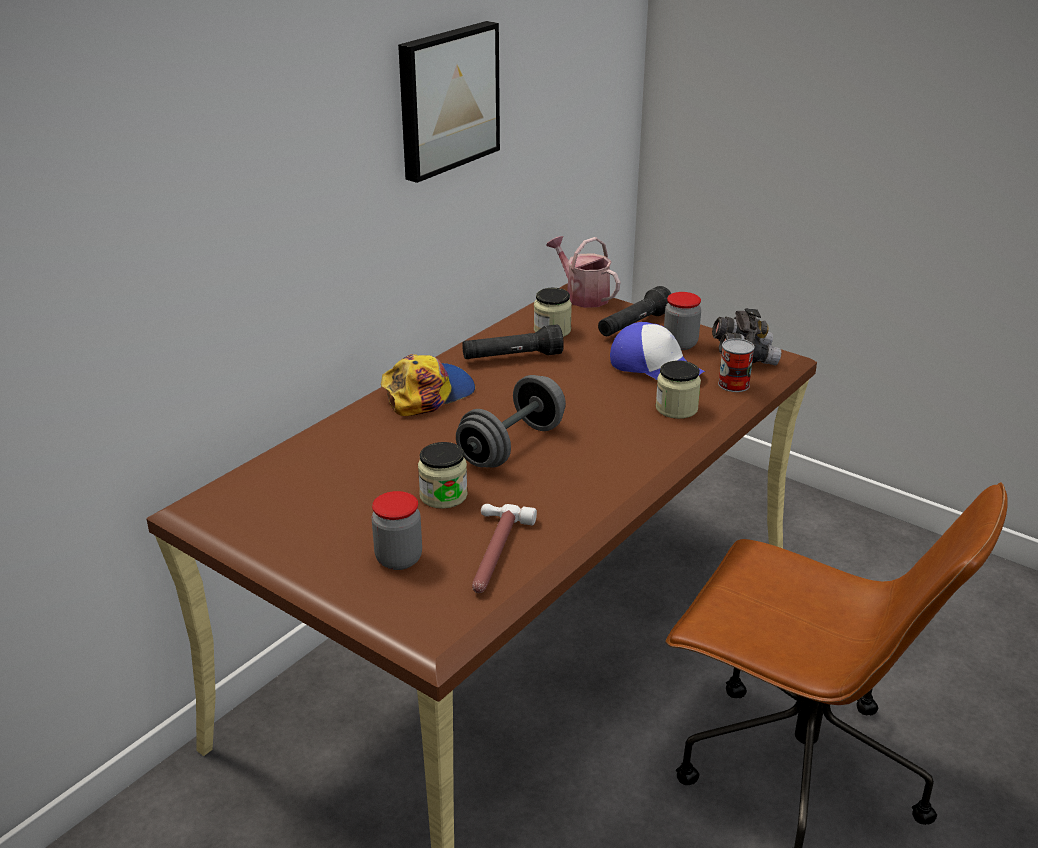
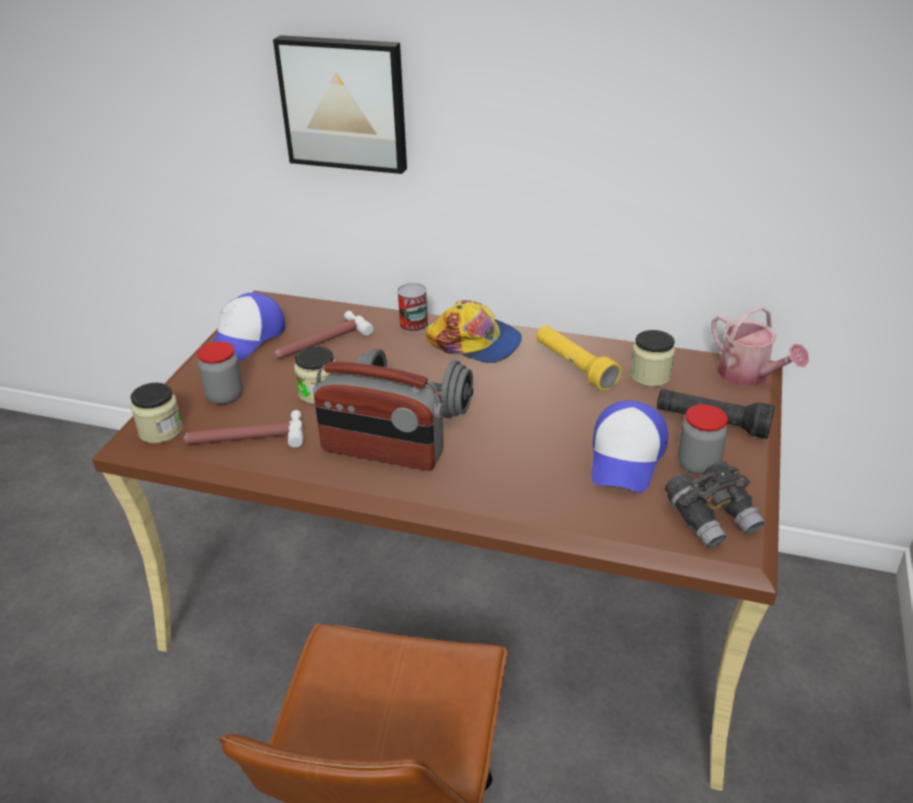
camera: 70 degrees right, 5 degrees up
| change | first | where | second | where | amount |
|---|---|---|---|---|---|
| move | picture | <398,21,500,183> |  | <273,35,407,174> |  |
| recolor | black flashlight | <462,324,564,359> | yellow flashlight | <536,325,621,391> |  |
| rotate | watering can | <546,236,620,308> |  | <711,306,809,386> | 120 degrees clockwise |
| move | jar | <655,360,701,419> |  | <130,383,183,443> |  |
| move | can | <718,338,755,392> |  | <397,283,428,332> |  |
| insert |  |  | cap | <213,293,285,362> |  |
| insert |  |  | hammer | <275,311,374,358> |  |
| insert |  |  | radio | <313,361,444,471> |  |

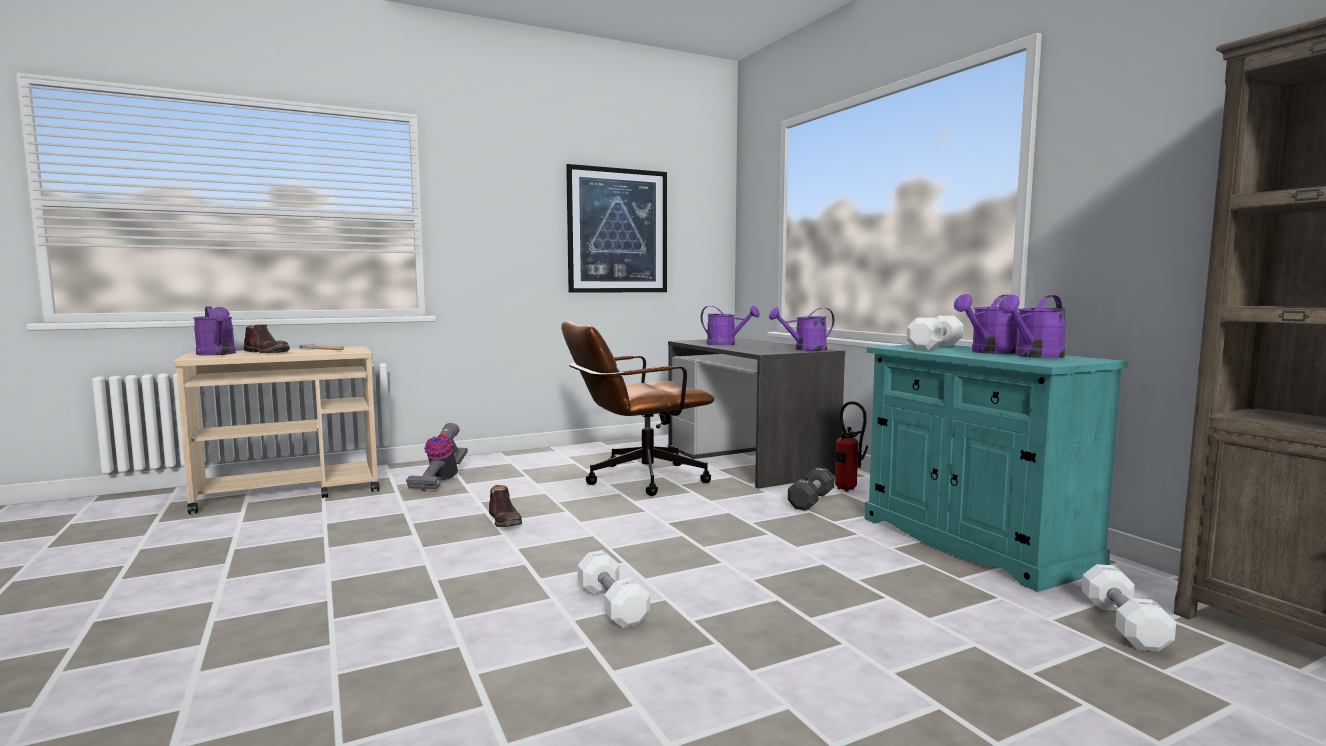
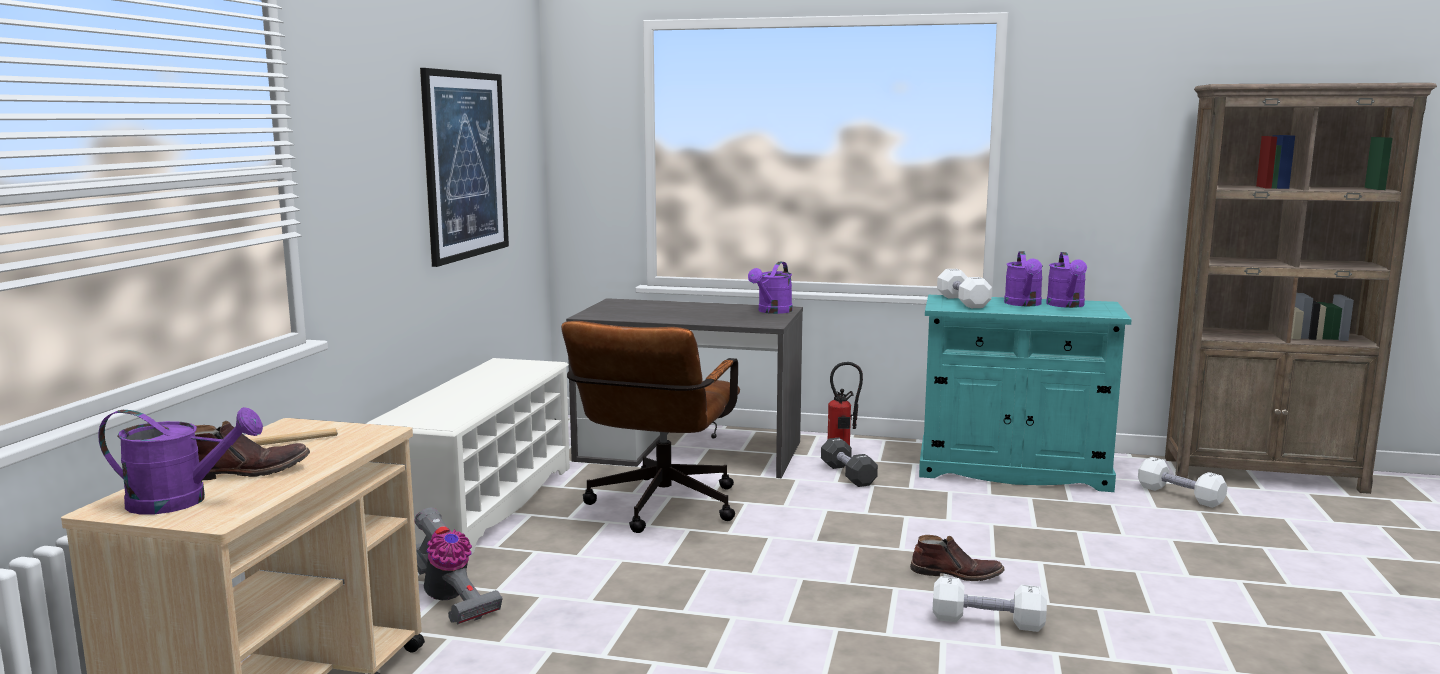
camera: 50 degrees left, 5 degrees up
| change | first | where | second | where | amount |
|---|---|---|---|---|---|
| move | brown boot | <489,485,522,527> |  | <910,535,1005,581> |  |
| delete | purple watering can | <701,306,760,345> |  |  |  |
| insert |  |  | white shoe rack | <365,358,570,557> |  |

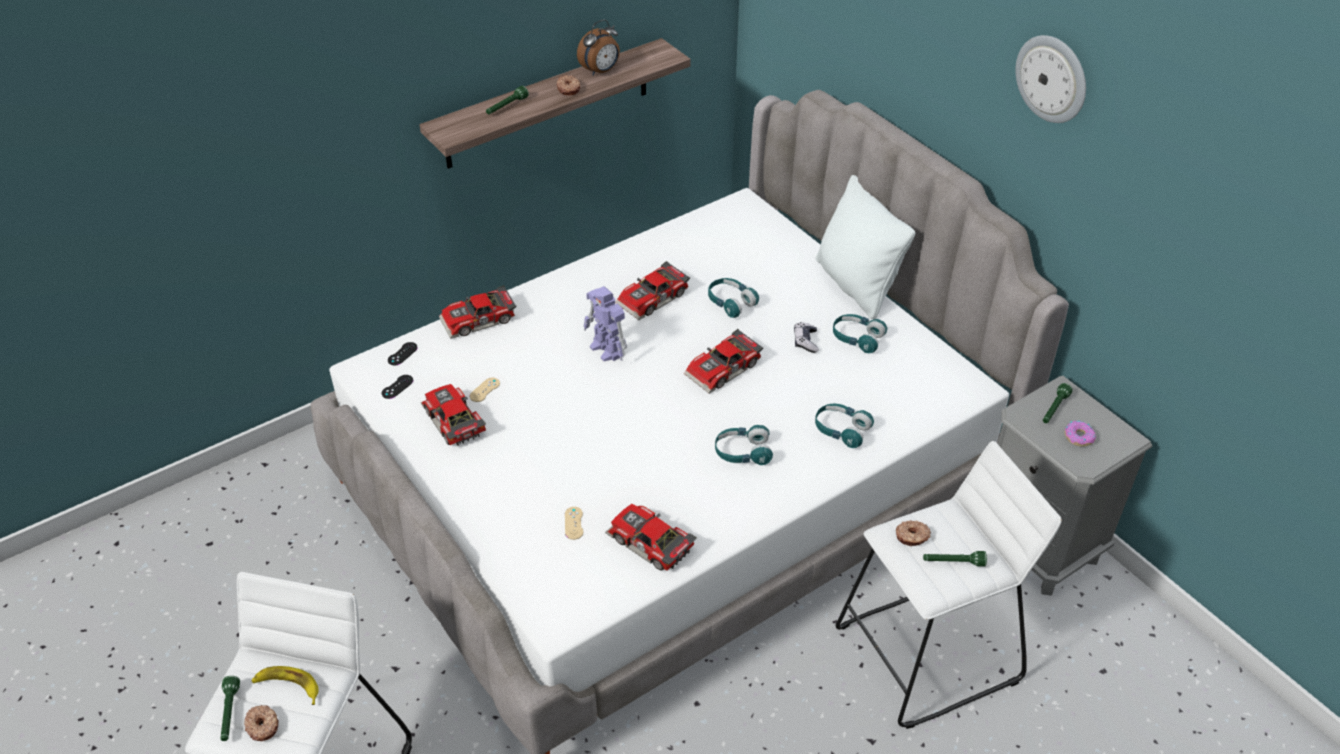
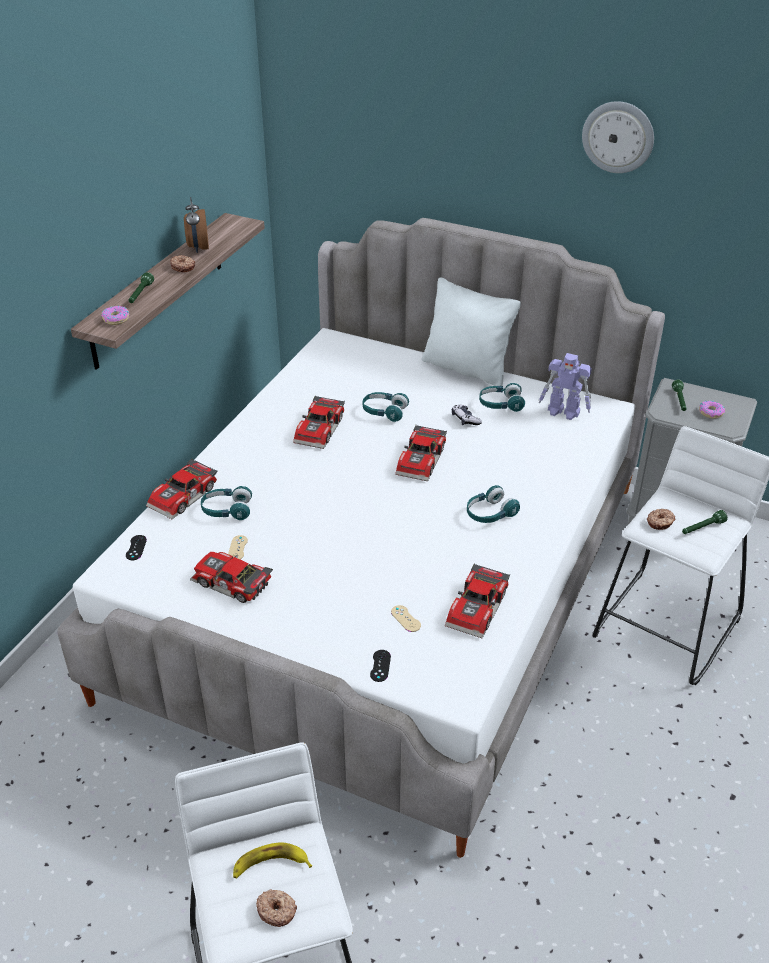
camera: 30 degrees left, 5 degrees down
| change | first | where | second | where | amount |
|---|---|---|---|---|---|
| delete | green flashlight | <221,676,240,741> |  |  |  |
| move | black game controller | <382,375,413,399> |  | <370,650,391,682> |  |
| rotate | alarm clock | <577,19,620,76> |  | <184,197,209,253> | 150 degrees clockwise |
| move | toy robot | <583,286,627,361> |  | <539,353,592,420> |  |
| rotate | toy car | <605,504,697,570> |  | <445,563,510,638> | 75 degrees counterclockwise |
| move | turquoise headphones | <815,404,874,448> |  | <201,486,252,520> |  |
| insert |  |  | donut | <101,306,129,325> |  |

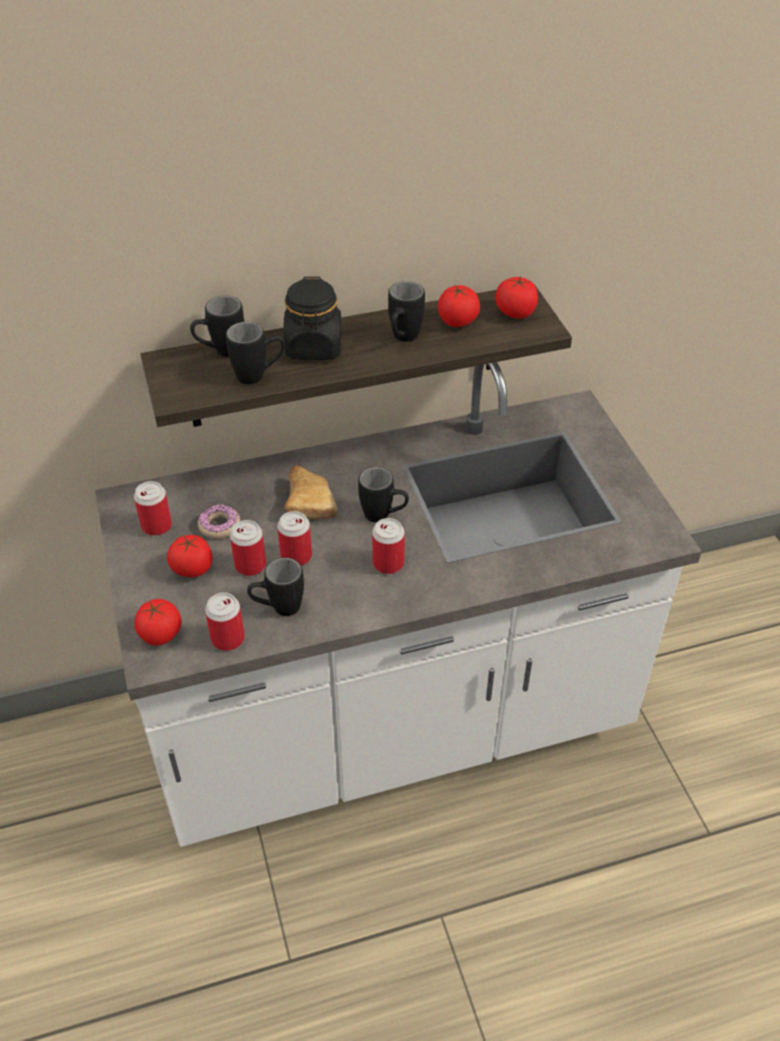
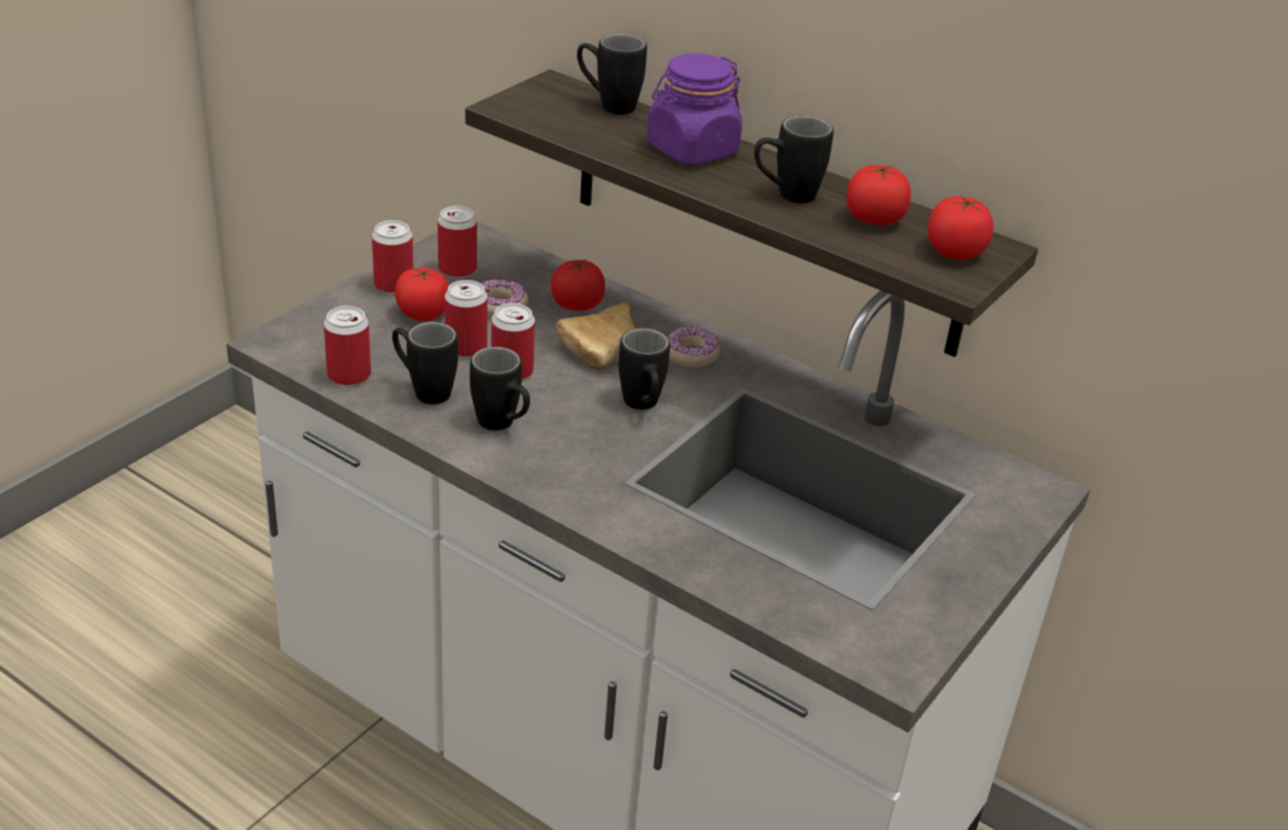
camera: 50 degrees right, 10 degrees down
| change | first | where | second | where | amount |
|---|---|---|---|---|---|
| move | tomato | <134,599,182,646> |  | <551,259,605,311> |  |
| move | black mug | <226,322,285,384> |  | <470,347,530,431> |  |
| recolor | black jar | <283,277,342,360> | purple jar | <646,53,742,165> |  |
| move | can | <372,518,405,574> |  | <372,220,413,293> |  |
| insert |  |  | donut | <667,326,719,368> |  |

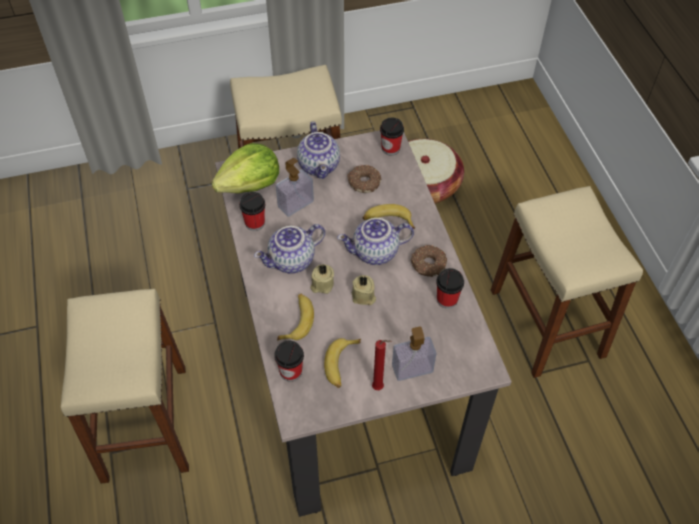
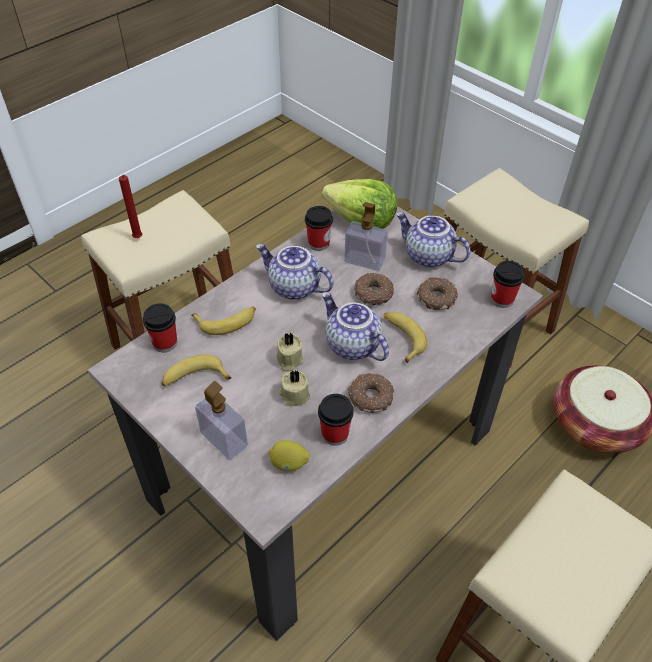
camera: 60 degrees right, 5 degrees down
| change | first | where | second | where | amount |
|---|---|---|---|---|---|
| rotate | teapot | <297,122,340,179> |  | <396,212,470,268> | 75 degrees clockwise |
| move | beige candle | <310,264,334,294> |  | <279,370,310,406> |  |
| move | red candle | <372,340,392,390> |  | <119,174,142,238> |  |
| insert |  |  | lemon | <269,440,310,472> |  |
| insert |  |  | donut | <354,273,394,305> |  |

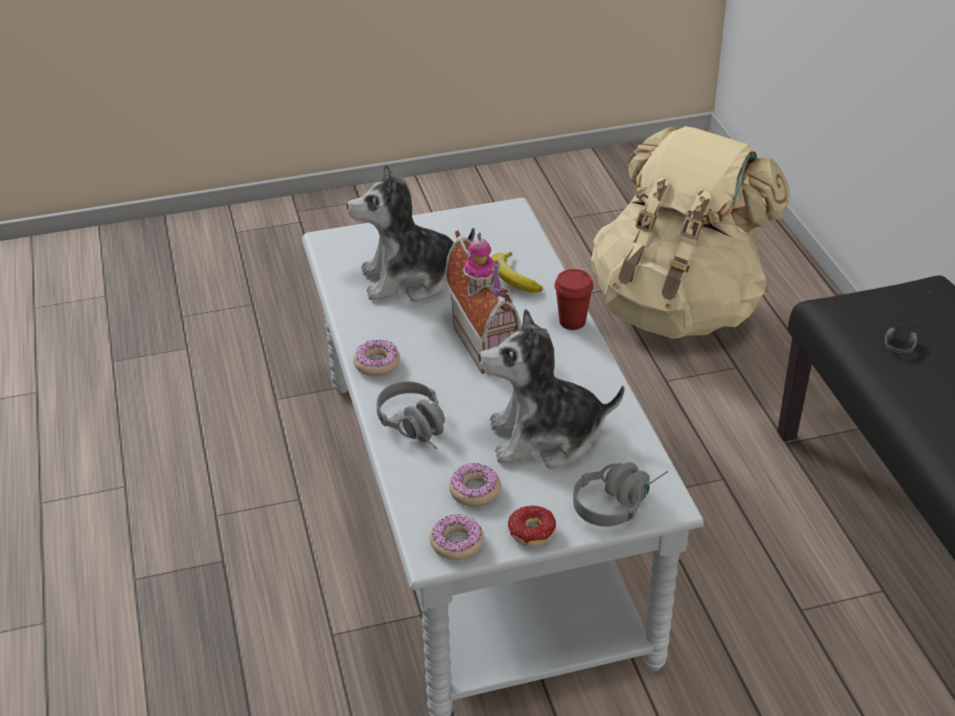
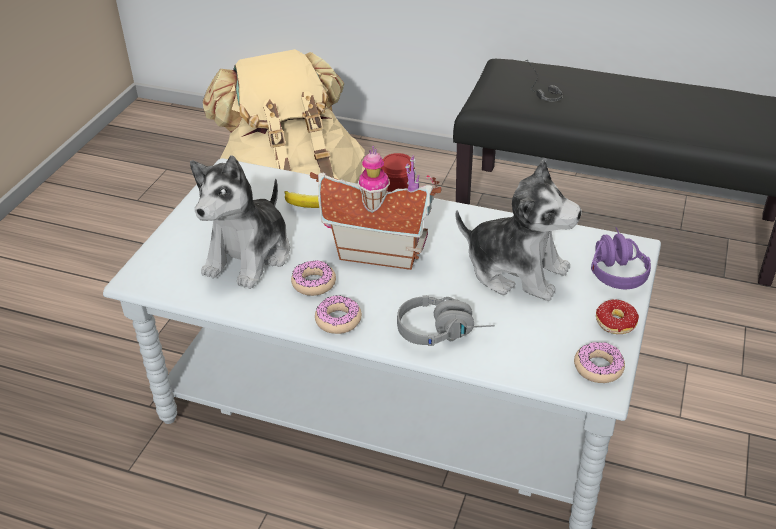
camera: 55 degrees left, 0 degrees up
| change | first | where | second | where | amount |
|---|---|---|---|---|---|
| move | donut | <449,463,501,507> |  | <291,260,336,296> |  |
| rotate | plush toy | <479,308,625,469> |  | <455,159,582,301> | 90 degrees counterclockwise |
| recolor | grey headphones | <573,462,668,527> | purple headphones | <591,227,651,289> |  |

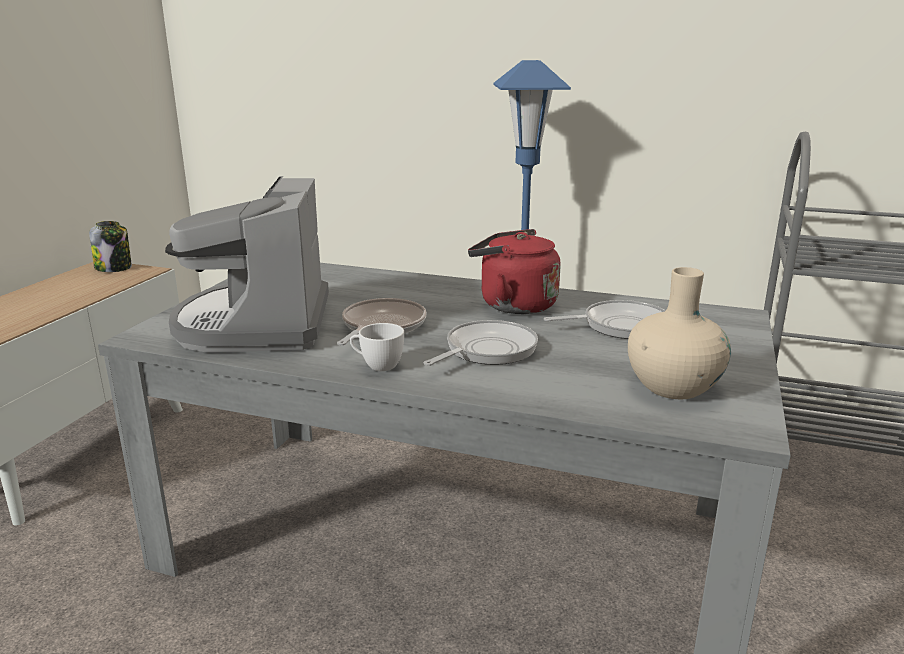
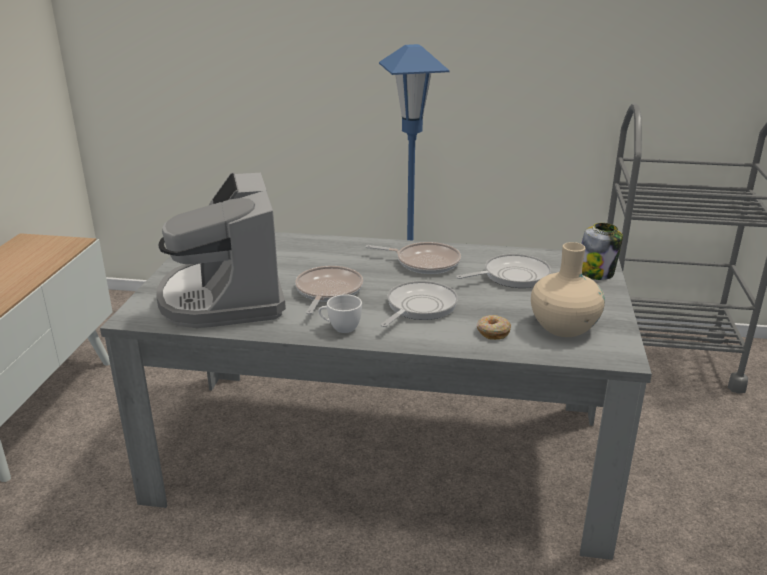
camera: 10 degrees left, 5 degrees up
| change | first | where | second | where | amount |
|---|---|---|---|---|---|
| move | jar | <89,221,132,272> |  | <581,223,623,280> |  |
| replace | red kettle | <468,229,561,314> | frying pan | <366,242,461,274> |  |
| insert |  |  | donut | <477,315,511,340> |  |

